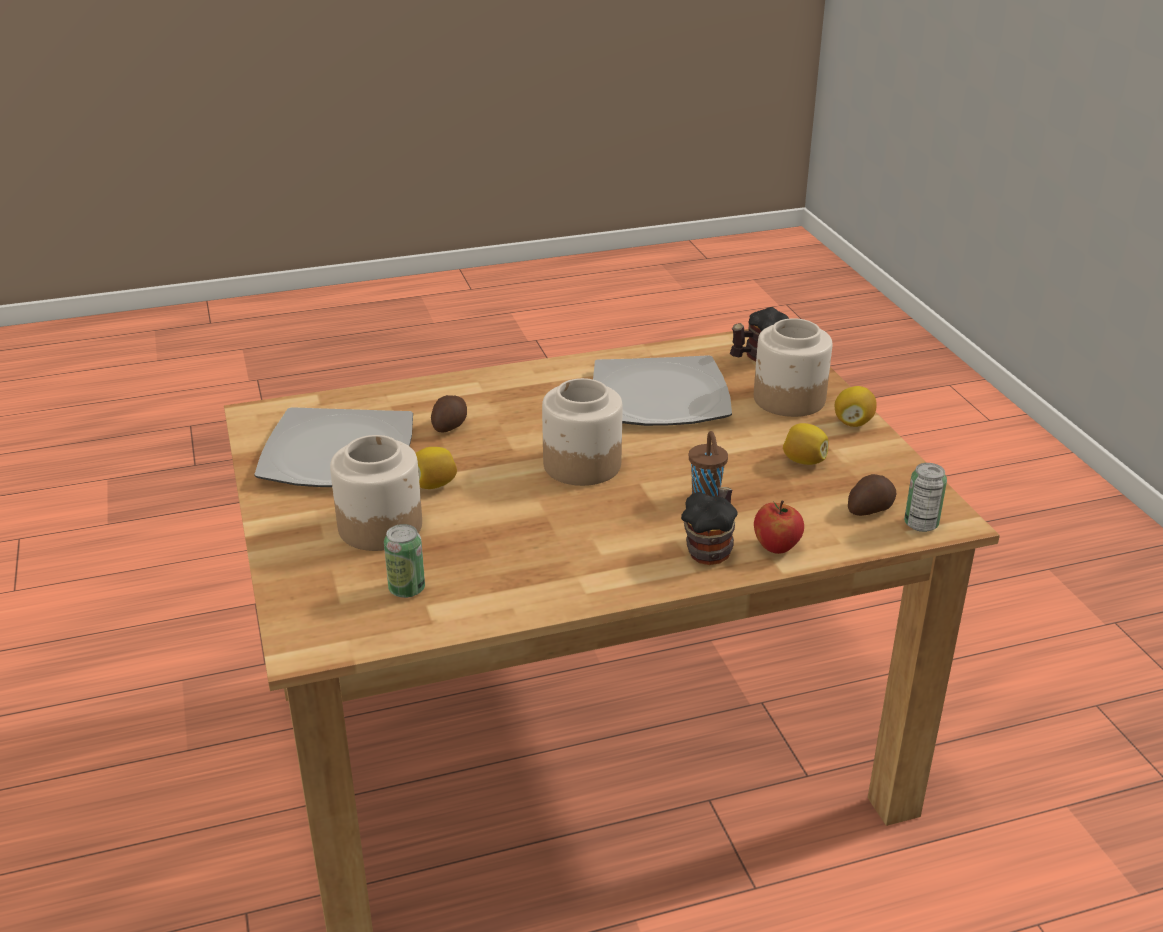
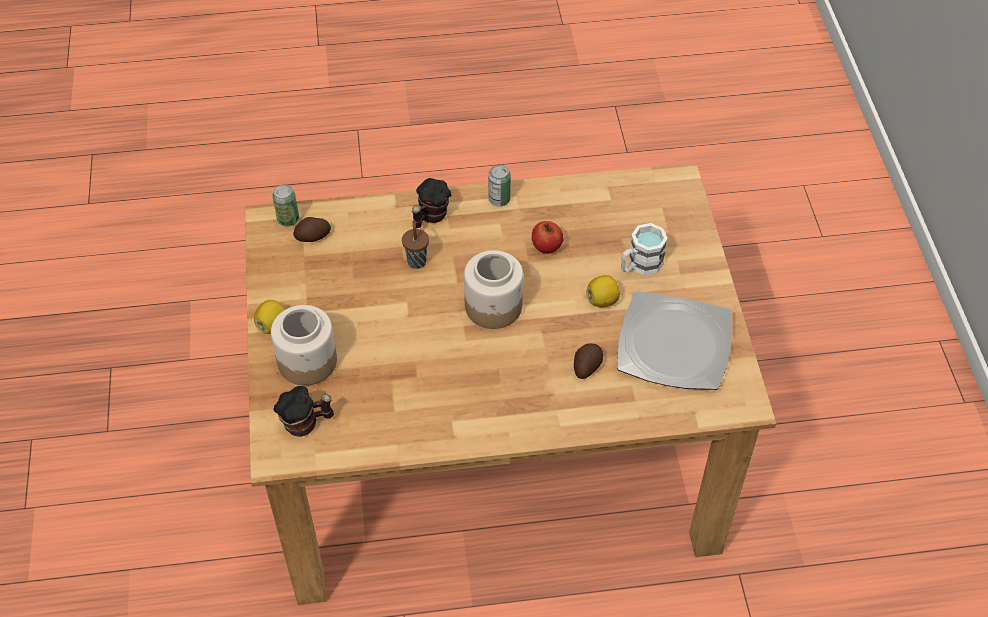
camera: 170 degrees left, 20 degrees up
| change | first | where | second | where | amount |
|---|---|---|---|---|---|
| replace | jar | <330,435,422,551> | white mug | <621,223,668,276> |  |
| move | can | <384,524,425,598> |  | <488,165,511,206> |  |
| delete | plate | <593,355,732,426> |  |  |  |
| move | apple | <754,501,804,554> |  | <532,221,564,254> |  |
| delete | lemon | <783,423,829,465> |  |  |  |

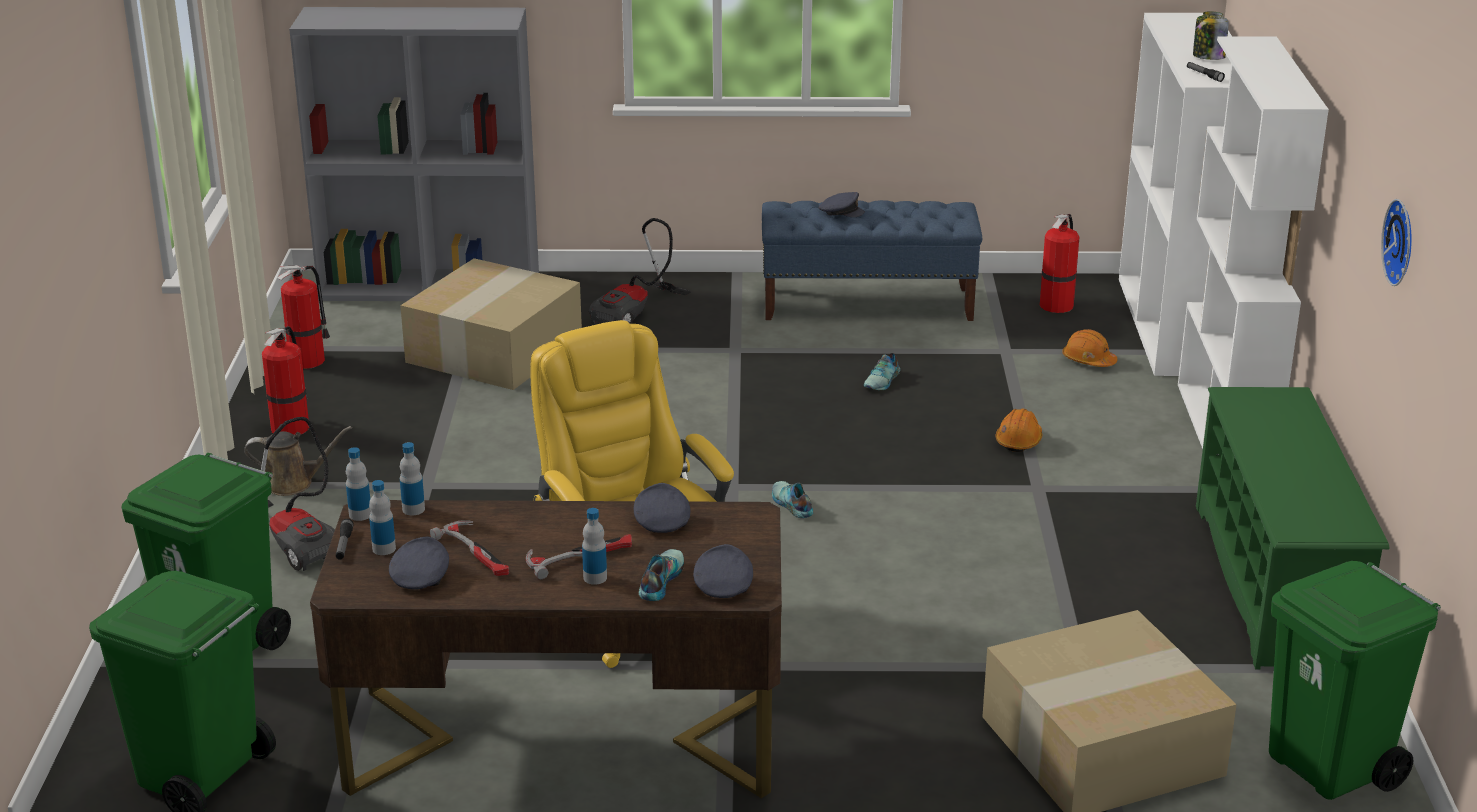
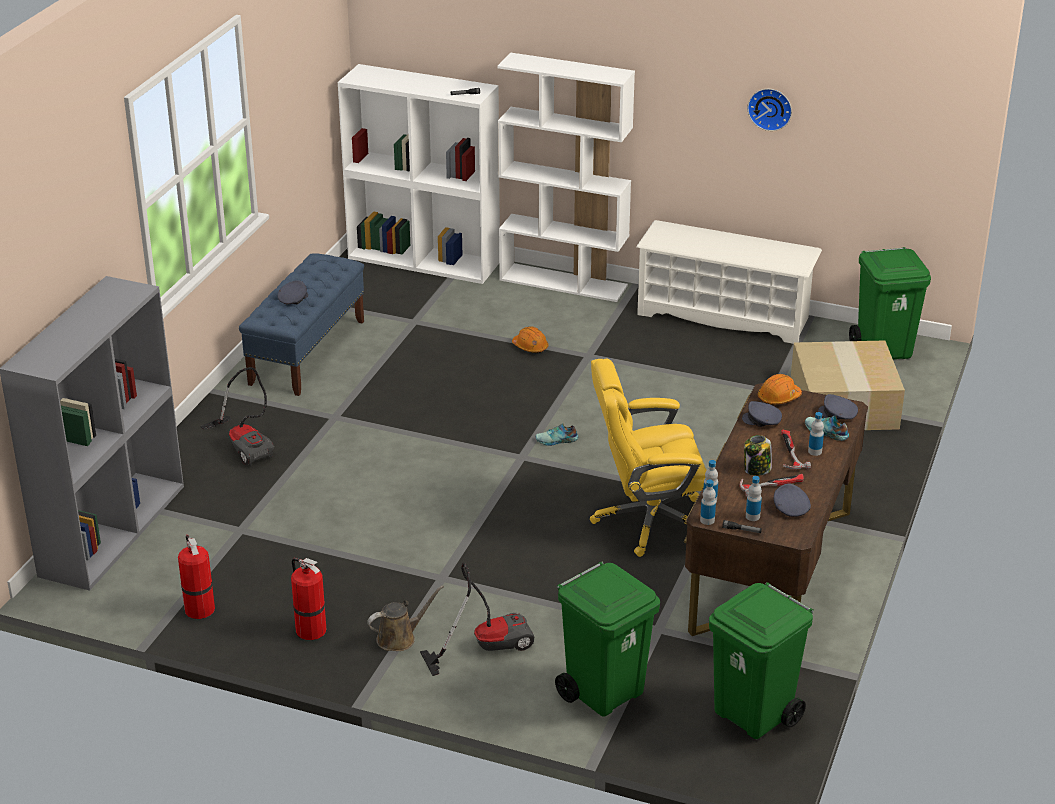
camera: 70 degrees left, 5 degrees up
| change | first | where | second | where | amount |
|---|---|---|---|---|---|
| rotate | brown watering can | <244,426,352,496> |  | <367,585,444,651> | 45 degrees clockwise |
| rotate | grey cap | <389,537,449,590> |  | <774,483,811,517> | 45 degrees clockwise |
| delete | cardboard box | <400,258,582,390> |  |  |  |
| delete | shoe | <864,353,900,390> |  |  |  |
| delete | fire extinguisher | <1040,214,1079,313> |  |  |  |
| move | orange hard hat | <1062,329,1117,367> |  | <758,374,802,405> |  |
| move | jar | <1193,11,1229,60> |  | <744,435,772,476> |  |
| recolor | green shoe rack | <1196,387,1389,669> | white shoe rack | <636,220,822,344> |  |

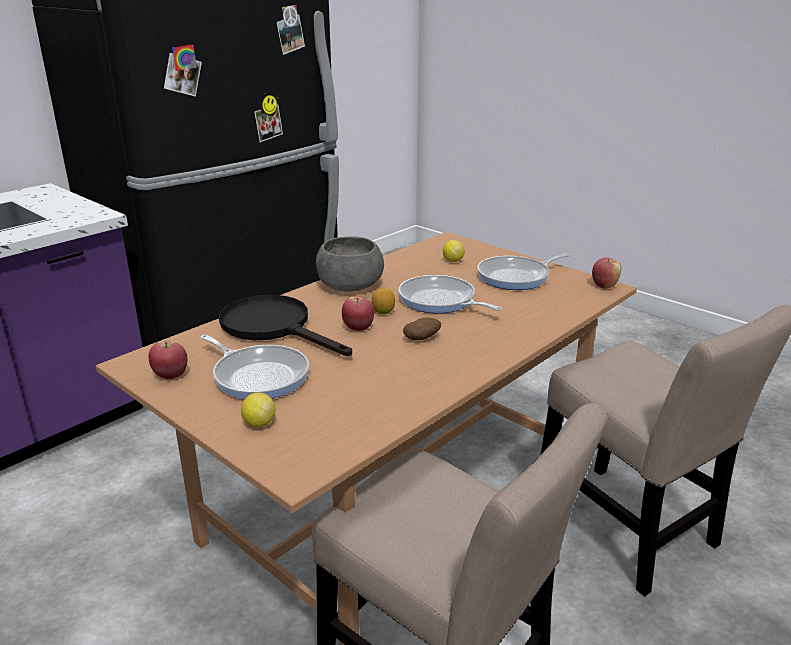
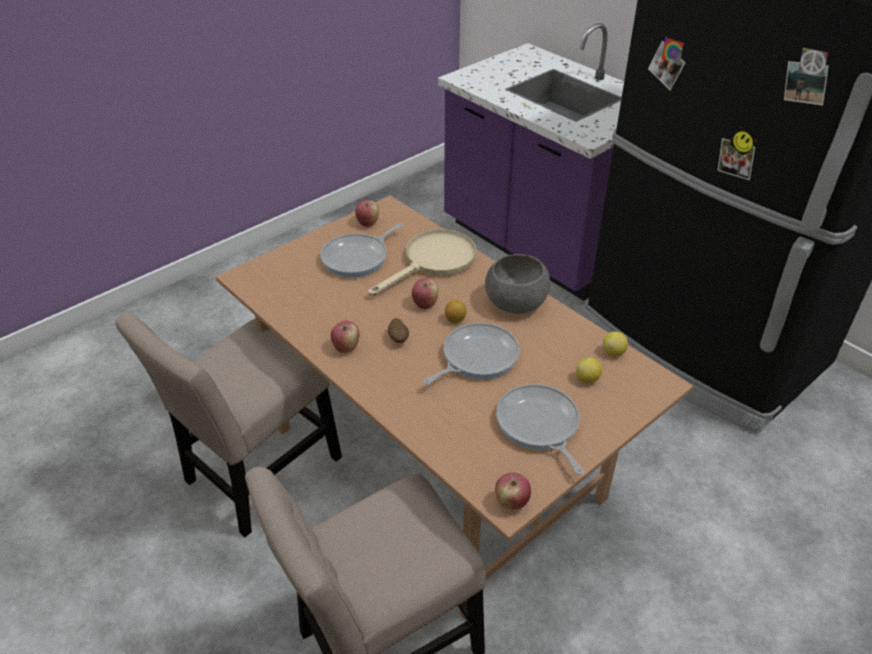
camera: 95 degrees right, 15 degrees up
| change | first | where | second | where | amount |
|---|---|---|---|---|---|
| recolor | black frying pan | <219,295,352,356> | beige frying pan | <368,229,476,296> |  |
| move | lemon | <241,393,276,427> |  | <603,332,628,356> |  |
| insert |  |  | apple | <331,321,359,353> |  |

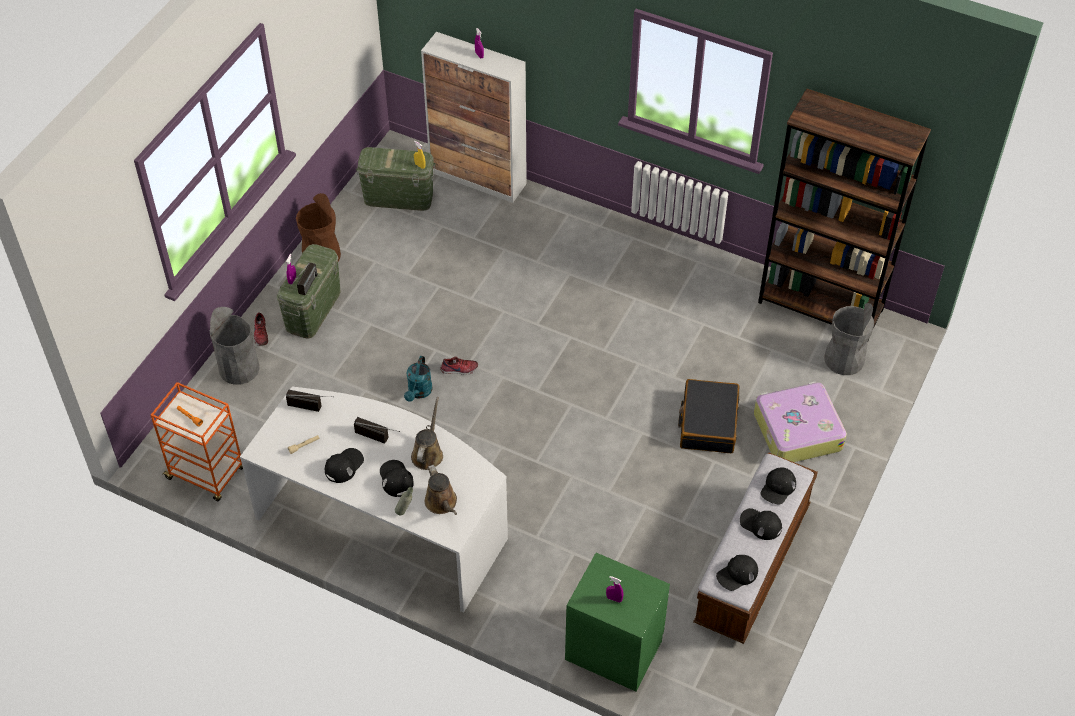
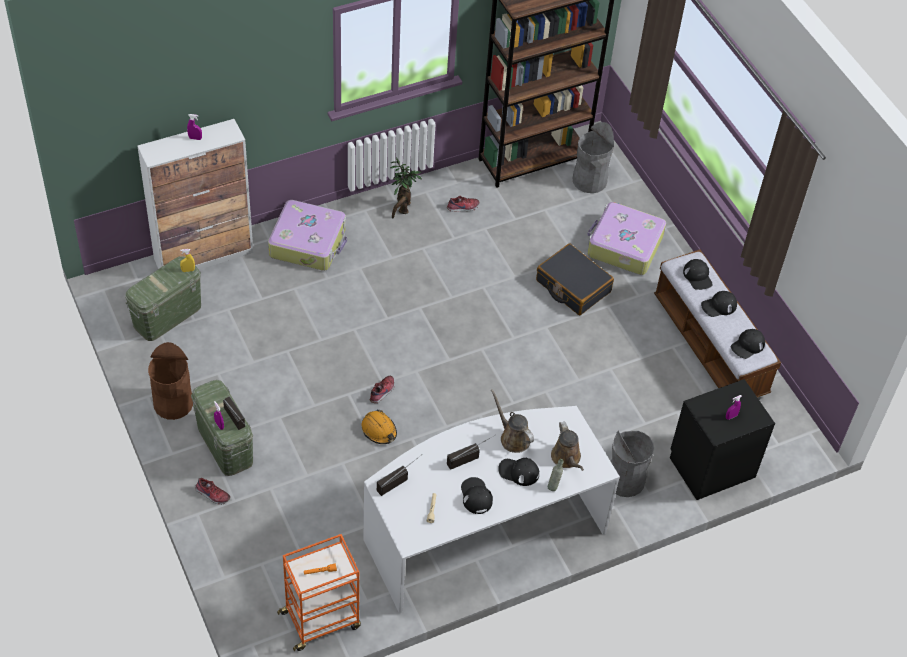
camera: 55 degrees left, 0 degrees up
| change | first | where | second | where | amount |
|---|---|---|---|---|---|
| move | grey trash can | <210,307,260,385> |  | <611,431,654,497> |  |
| replace | turquoise watering can | <404,356,433,402> | orange hard hat | <361,410,397,444> |  |
| rotate | brown watering can | <425,465,457,515> |  | <551,421,584,471> | 60 degrees clockwise |
| recolor | green nightstand | <565,553,670,691> | black nightstand | <670,379,775,500> |  |
| rotate | black cap | <716,555,758,591> |  | <731,329,765,359> | 45 degrees clockwise |
| insert |  |  | suitcase | <268,200,347,271> |  |
| insert |  |  | potted plant | <390,158,422,219> |  |
| insert |  |  | shoe | <447,196,479,212> |  |

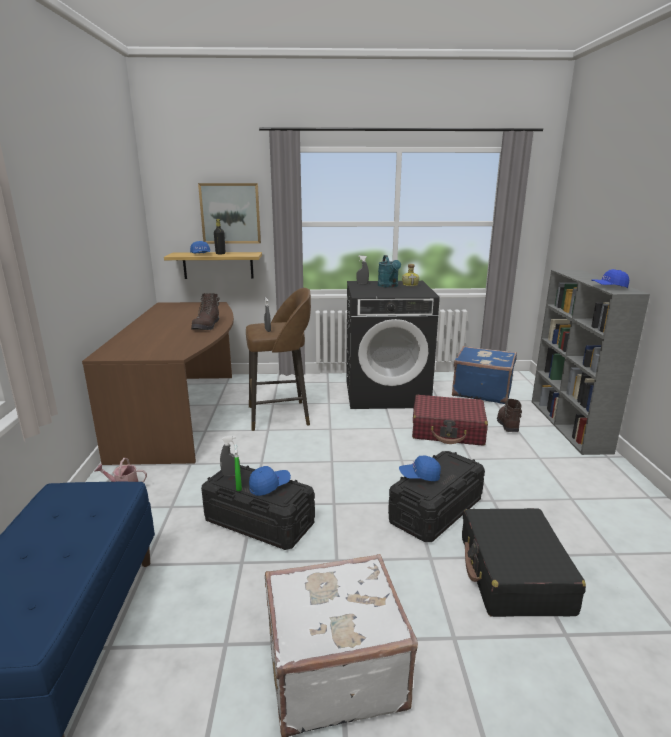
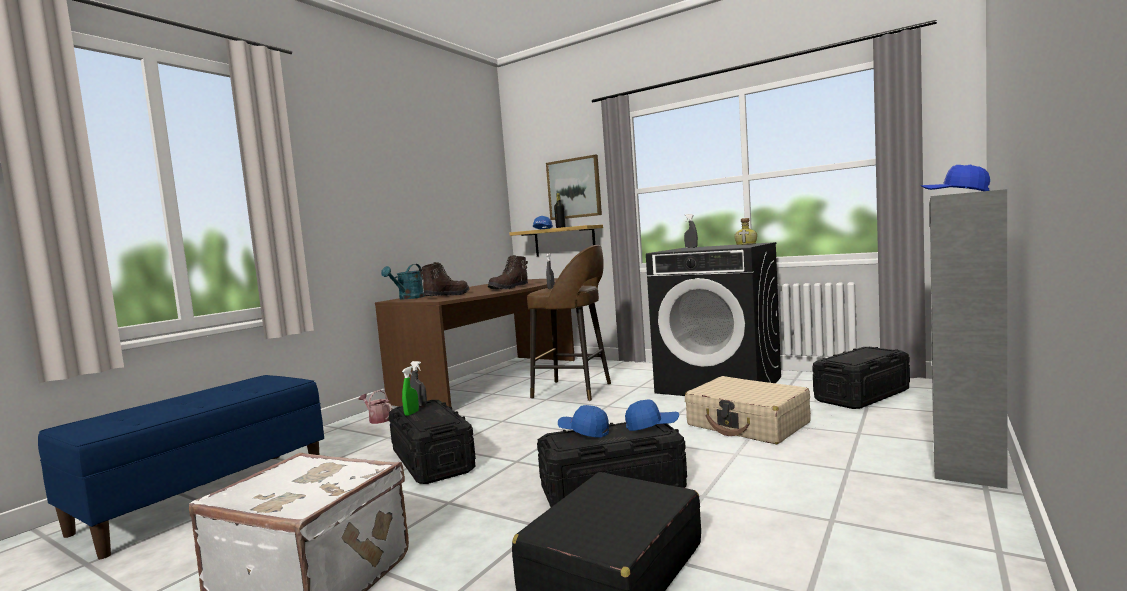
camera: 35 degrees right, 15 degrees down
| change | first | where | second | where | amount |
|---|---|---|---|---|---|
| move | blue cap | <249,466,291,496> |  | <625,399,679,431> |  |
| move | turquoise watering can | <378,255,401,288> |  | <381,264,424,299> |  |
| recolor | red suitcase | <412,395,488,446> | beige suitcase | <685,376,811,445> |  |
| replace | blue suitcase | <452,346,517,404> | black storage box | <812,347,910,409> |  |
| move | brown boot | <497,399,522,432> |  | <421,262,469,296> |  |

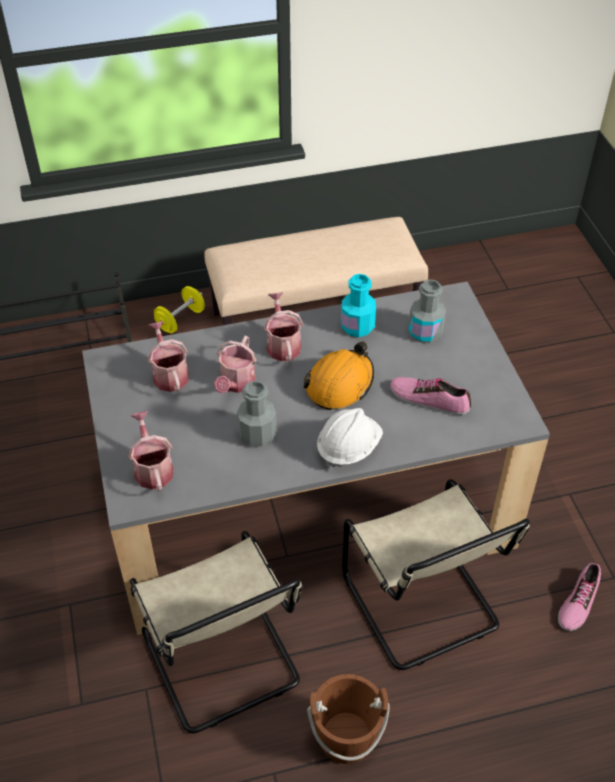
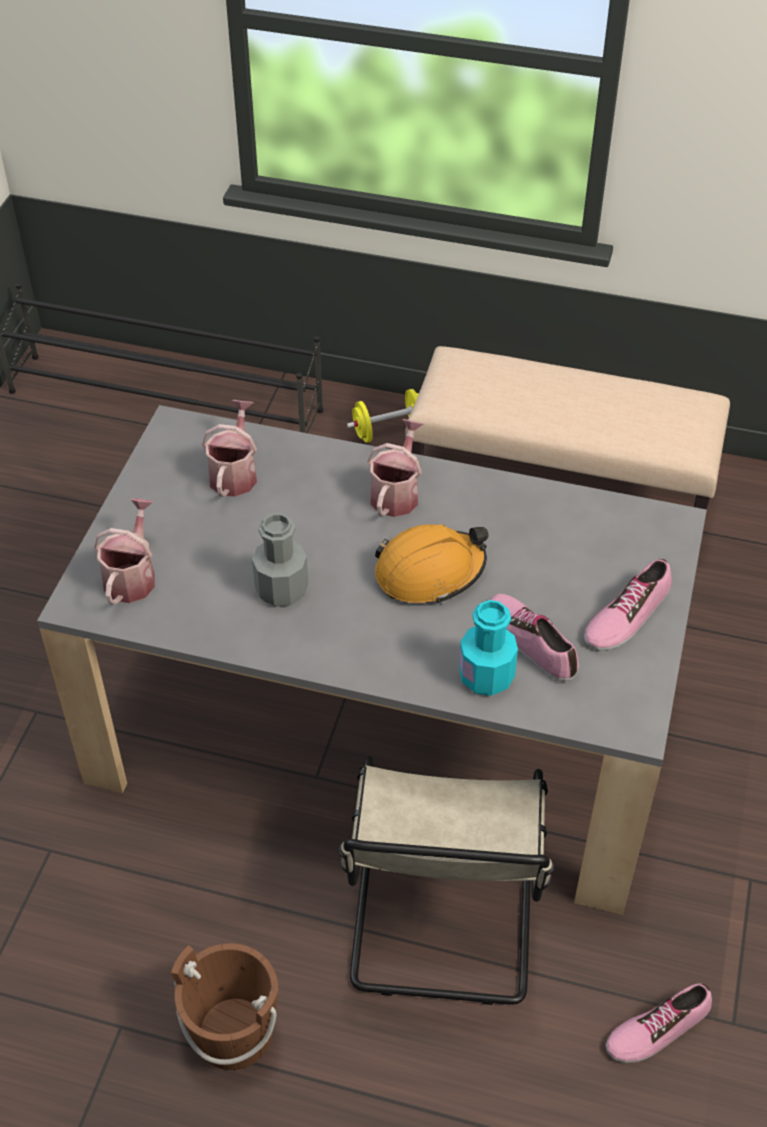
camera: 30 degrees right, 0 degrees up
| change | first | where | second | where | amount |
|---|---|---|---|---|---|
| delete | beige chair | <130,531,303,734> |  |  |  |
| delete | watering can | <214,336,256,394> |  |  |  |
| delete | white hard hat | <317,408,383,470> |  |  |  |
| move | turquoise bottle | <341,274,376,337> |  | <459,600,518,696> |  |
| delete | grey bottle | <408,280,446,343> |  |  |  |
| insert |  |  | shoe | <584,559,672,651> |  |

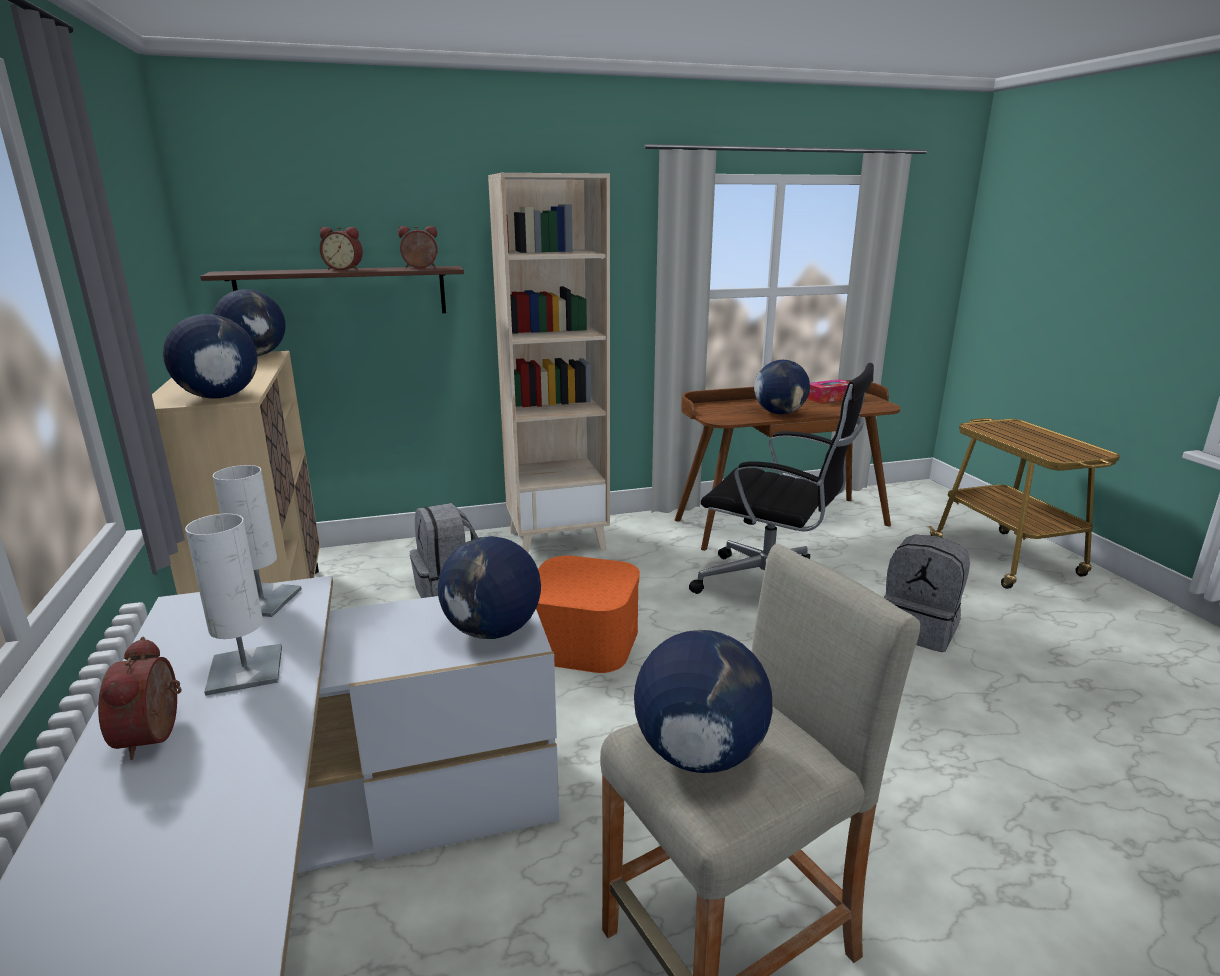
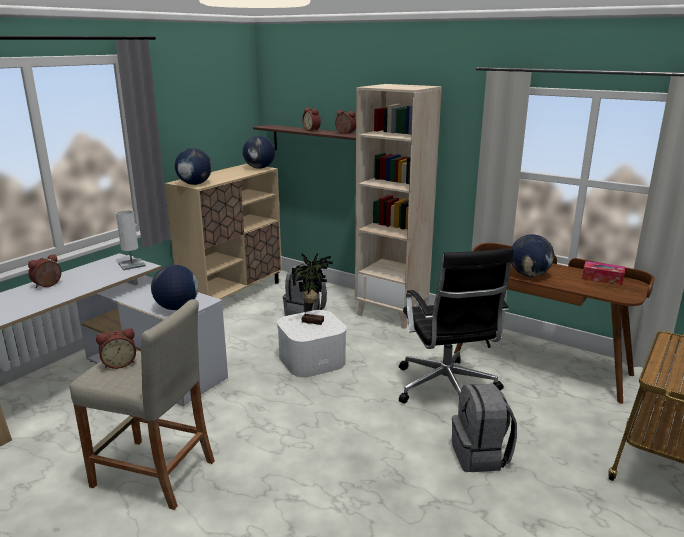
camera: 50 degrees right, 0 degrees up
| change | first | where | second | where | amount |
|---|---|---|---|---|---|
| delete | white table lamp | <185,513,282,696> |  |  |  |
| recolor | orange storage box | <536,556,640,673> | white storage box | <277,310,347,378> |  |
| replace | globe | <634,630,773,773> | alarm clock | <96,328,136,369> |  |
| insert |  |  | potted plant | <292,253,333,325> |  |

